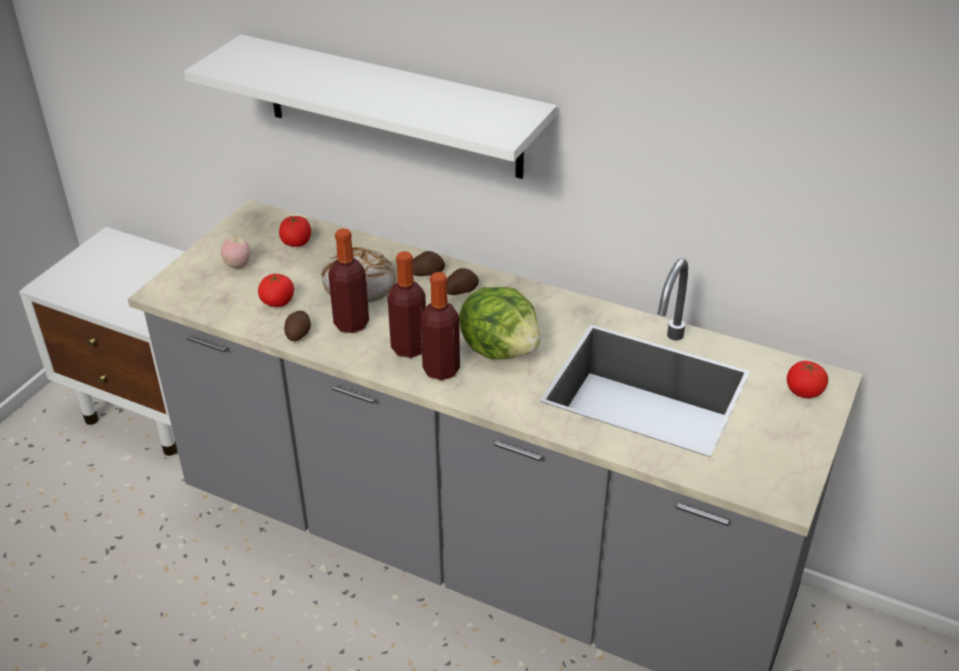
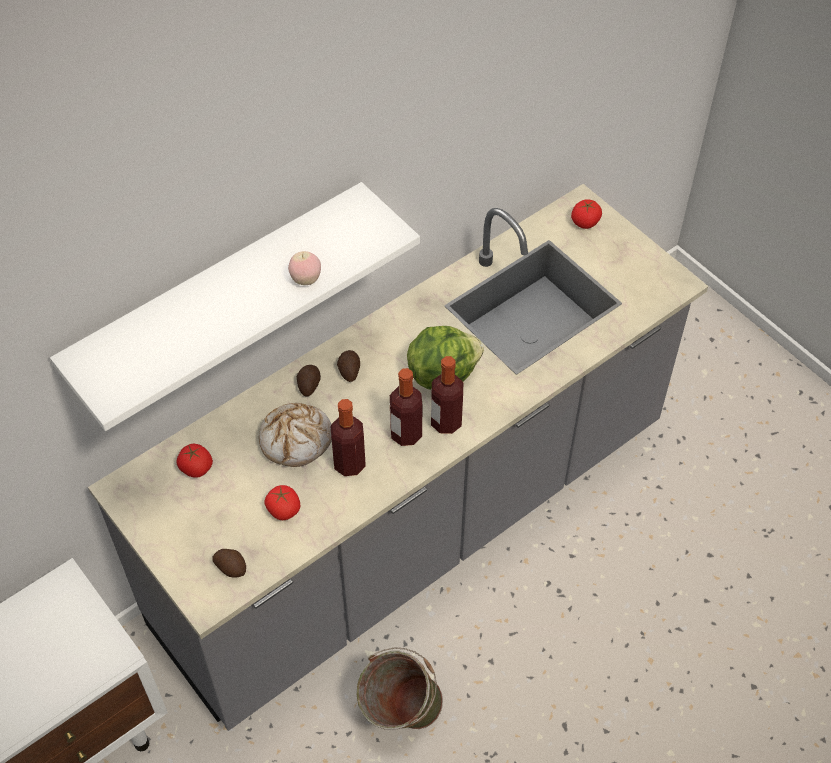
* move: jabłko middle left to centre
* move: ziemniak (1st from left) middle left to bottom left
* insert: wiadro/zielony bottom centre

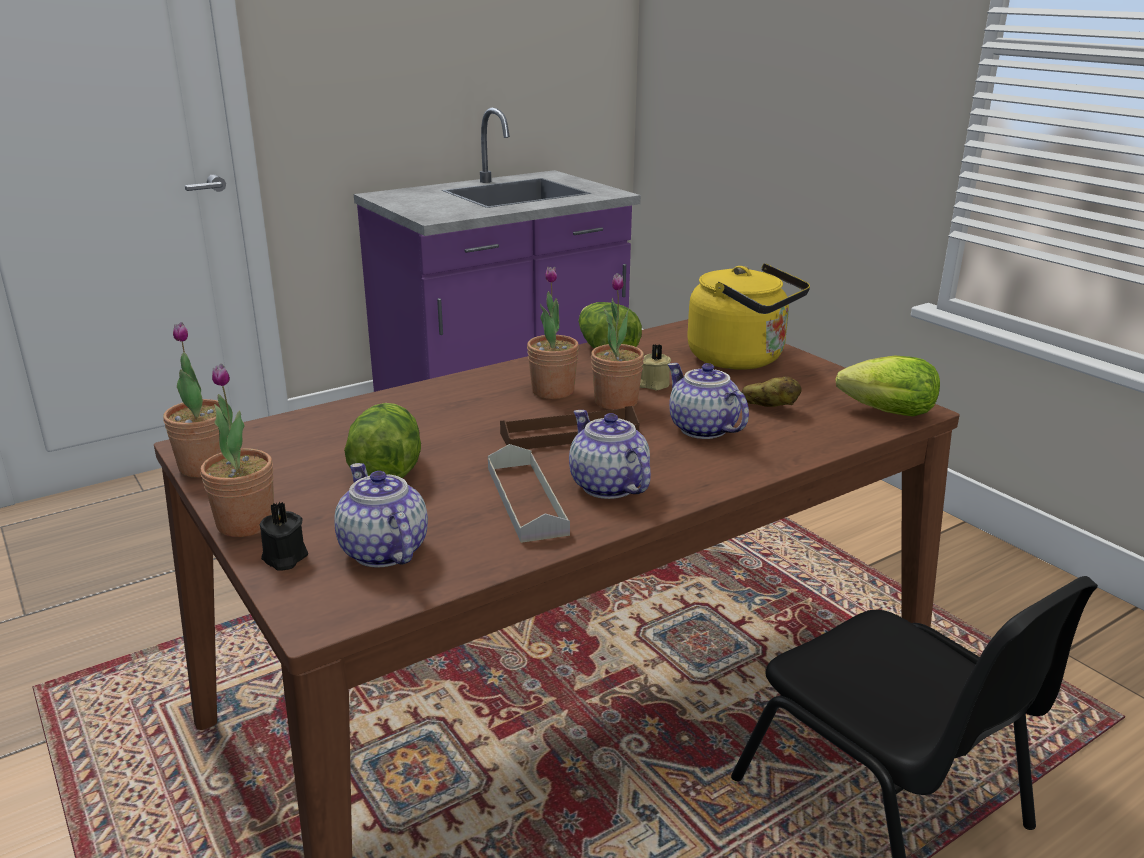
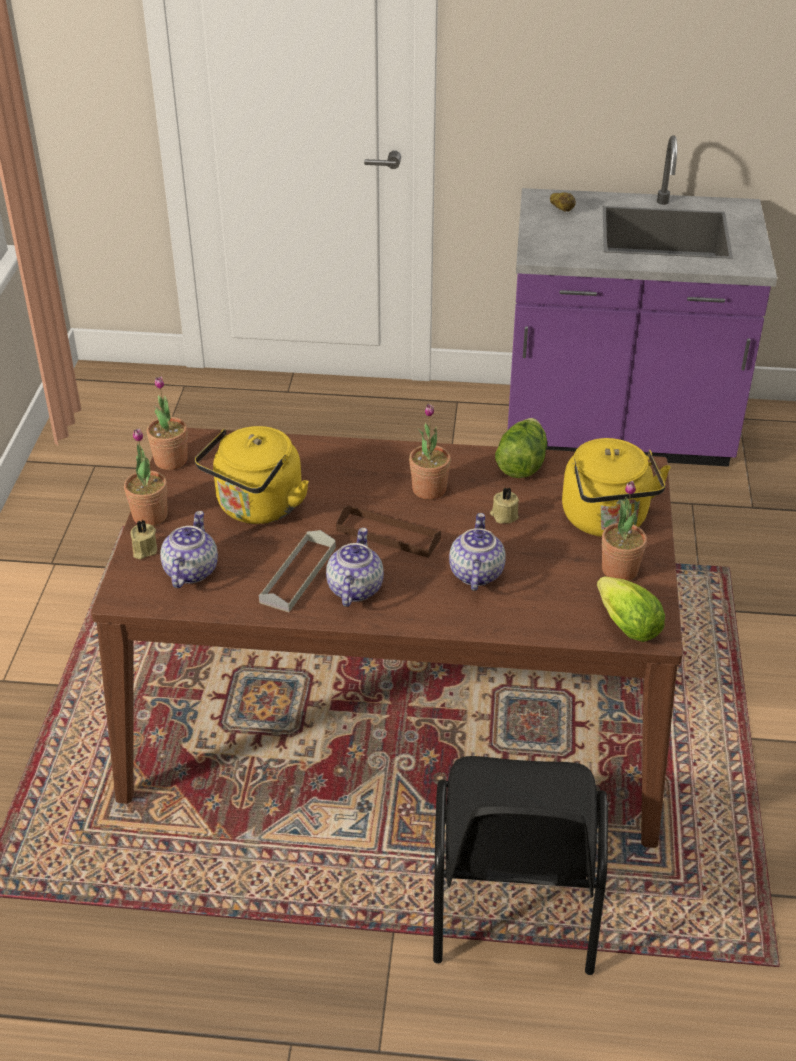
* recolor: świeca/czarny middle left to świeca/beżowy (1st from left) middle left
* replace: sałata (1st from left) centre to czajnik/żółty (1st from left) middle left
* move: roślina doniczkowa (4th from left) centre to middle right
* move: ziemniak middle right to top right

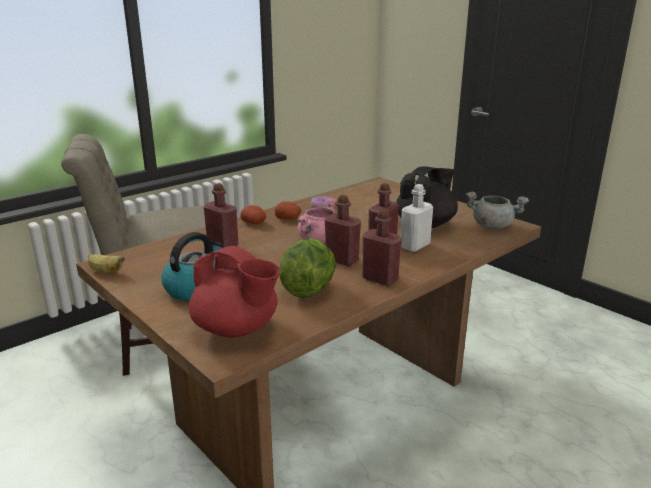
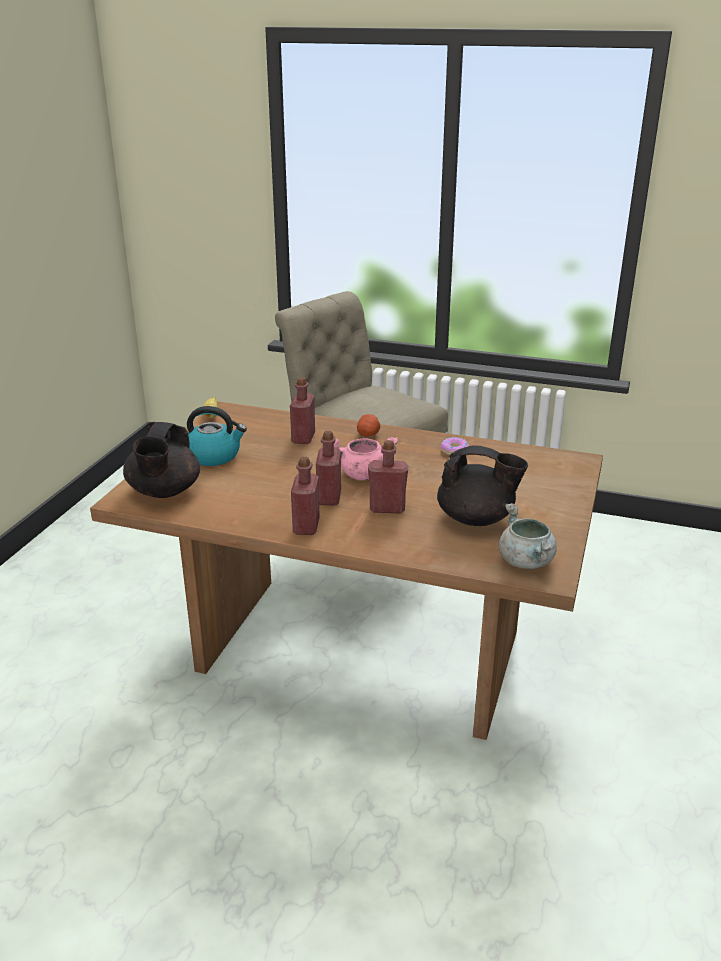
* recolor: imbryk/czerwony centre to imbryk/czarny (1st from left) middle left
* delete: ziemniak (2nd from left) centre
* delete: sałata centre
* delete: butelka/biały centre

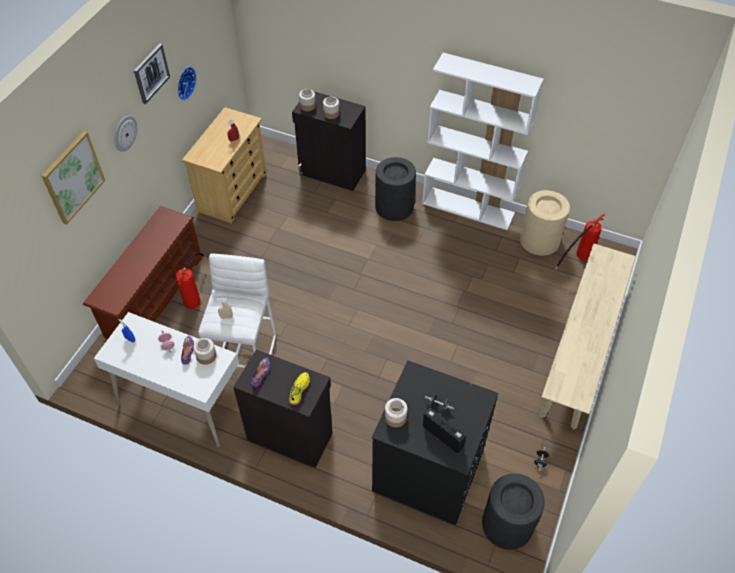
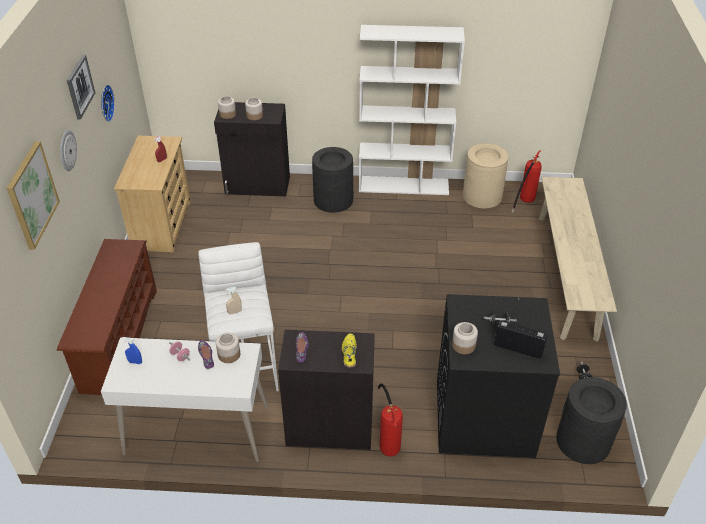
* move: gaśnica (1st from left) middle left to bottom centre

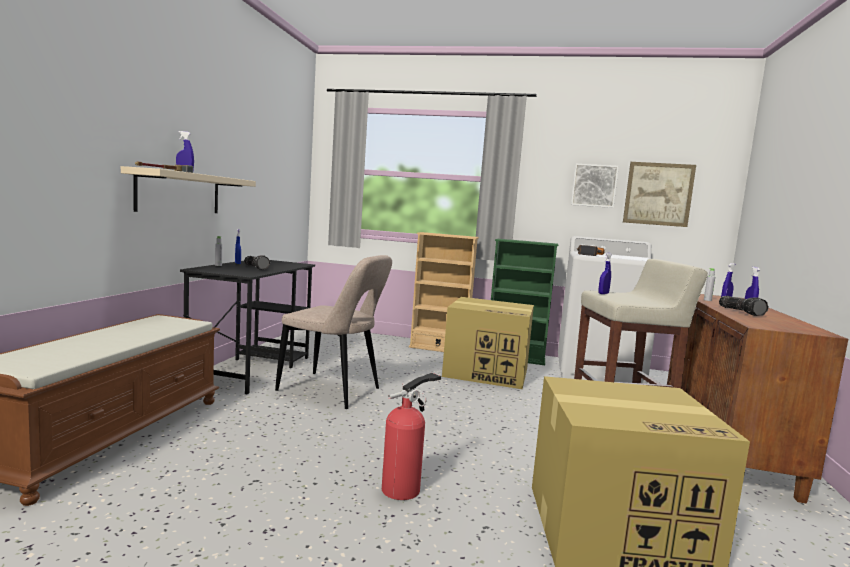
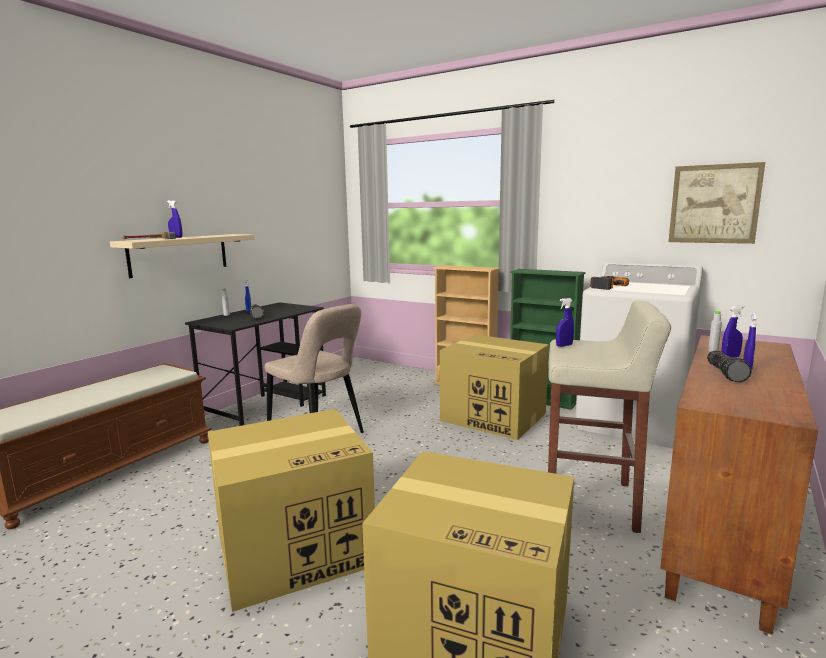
* replace: gaśnica bottom centre to karton (1st from left) bottom centre
* delete: obraz (1st from left) top right

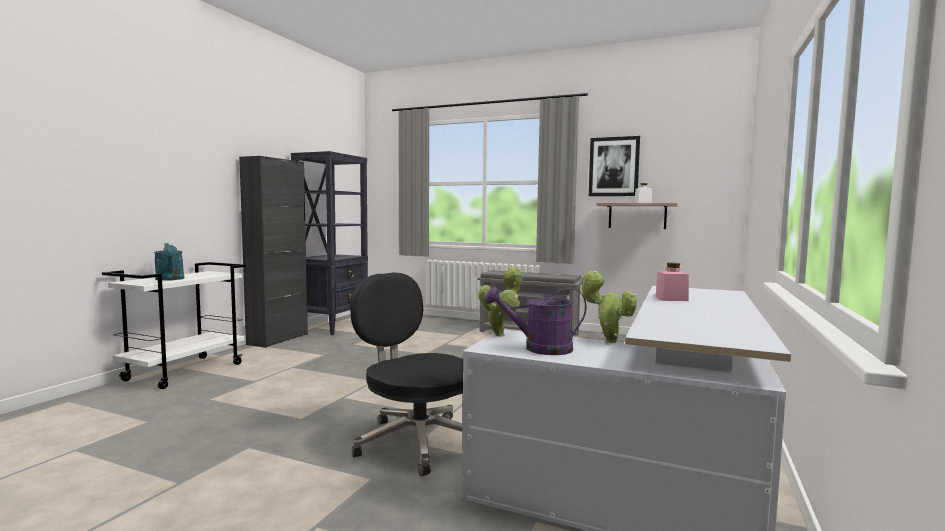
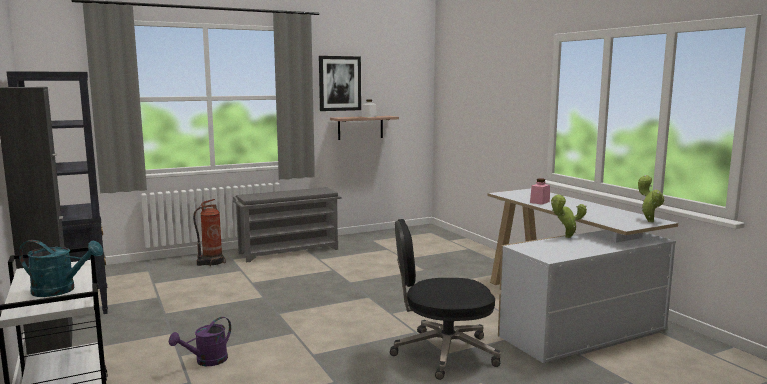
* move: roślina doniczkowa (1st from left in the first image) centre to roślina doniczkowa (2nd from left) middle right
* move: konewka/fioletowy centre to bottom left
* insert: gaśnica middle left

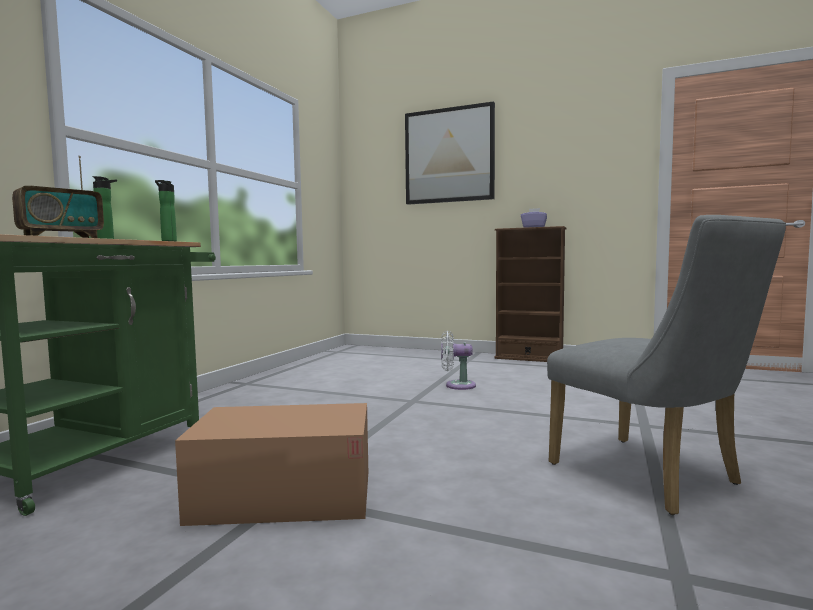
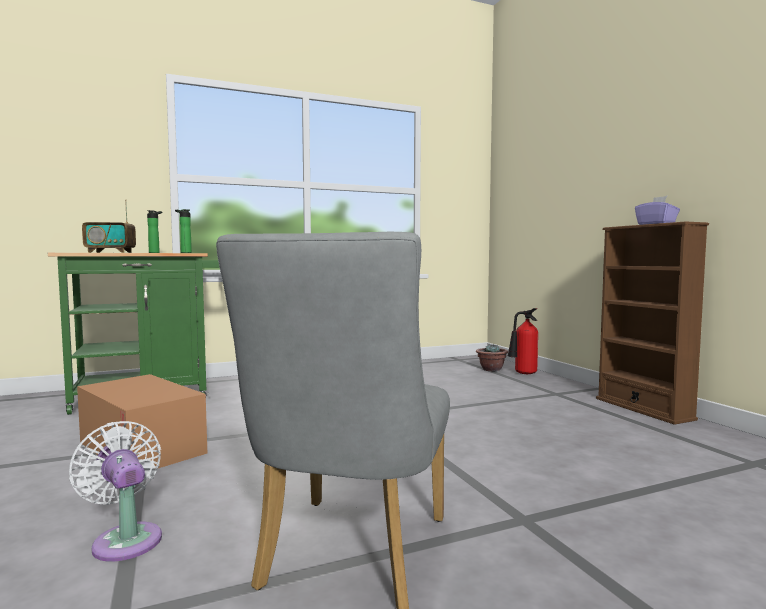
* delete: obraz top centre
* move: wentylator/biały centre to bottom left
* insert: roślina doniczkowa centre
* insert: gaśnica middle right

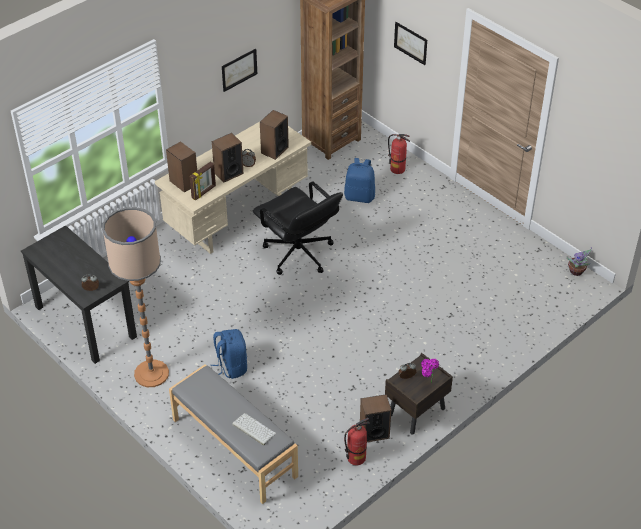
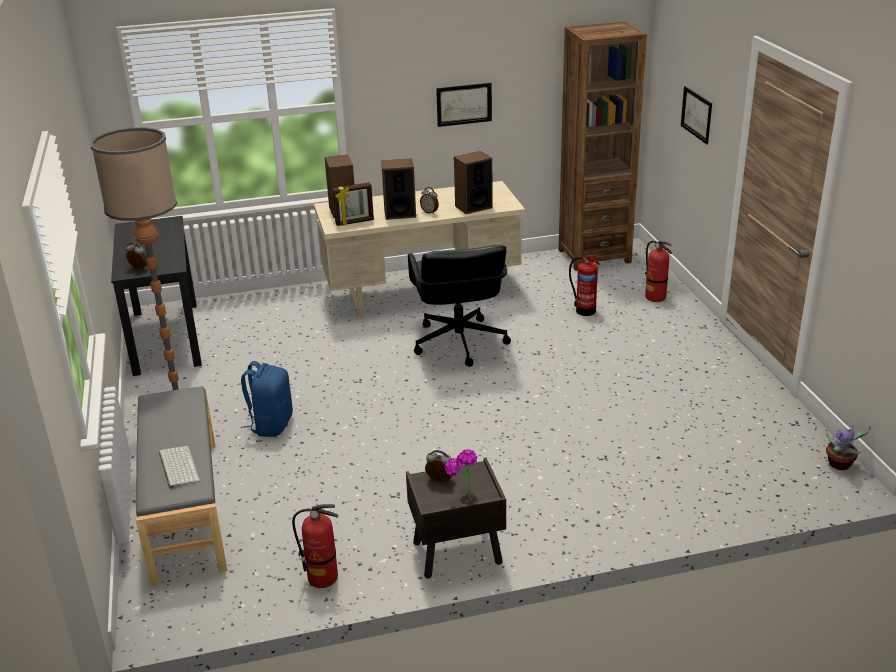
* replace: plecak/niebieski (2nd from left) centre to gaśnica (2nd from left) centre
* delete: głośnik (4th from left) bottom centre

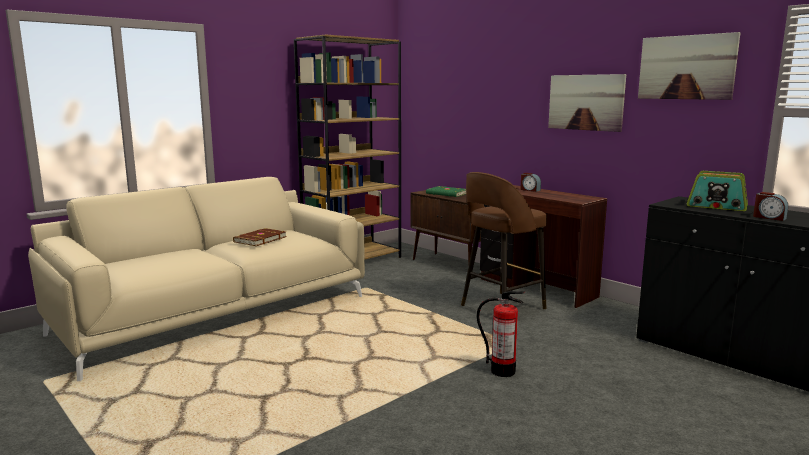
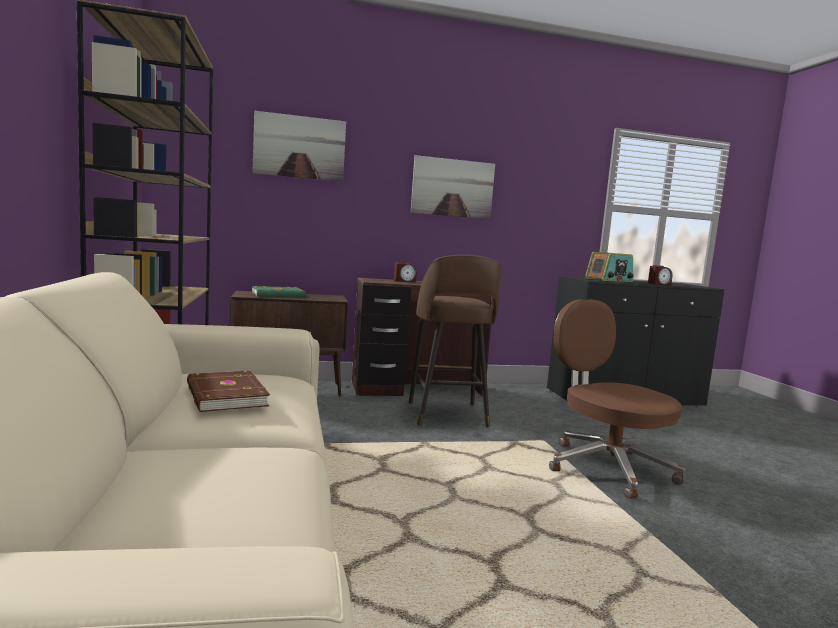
* replace: gaśnica bottom centre to krzesło biurowe/brązowy middle right
* move: obraz (2nd from left in the first image) top right to obraz (1st from left) top centre

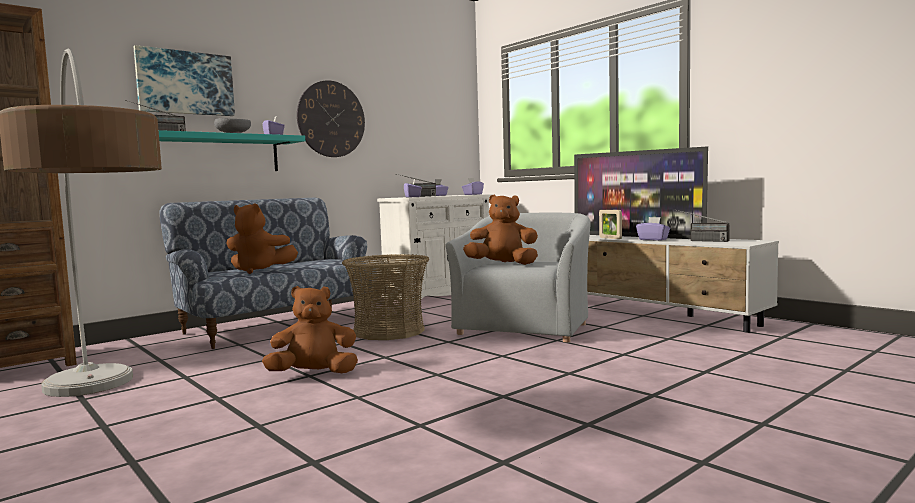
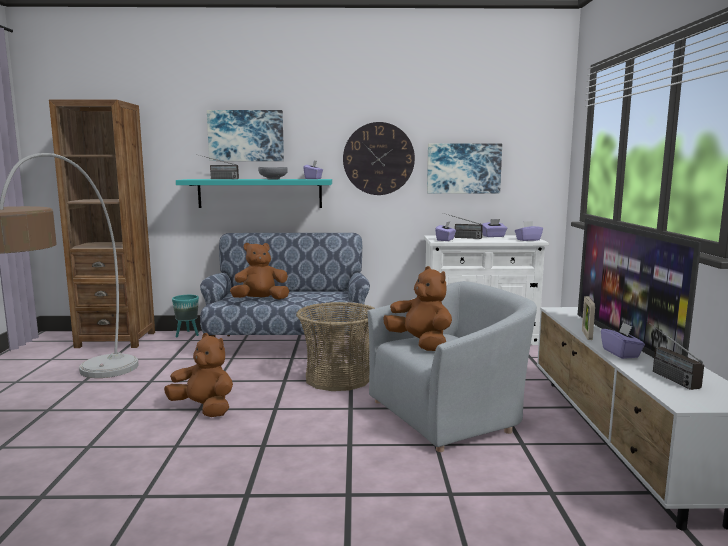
* rotate: pluszak/brązowy (1st from left in the first image) middle left = centre 105 degrees clockwise
* insert: donica/turkusowy middle left
* insert: obraz (2nd from left) top centre

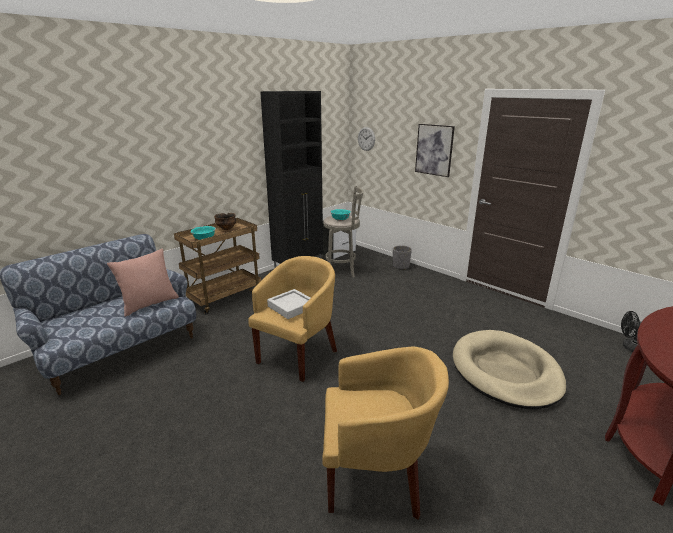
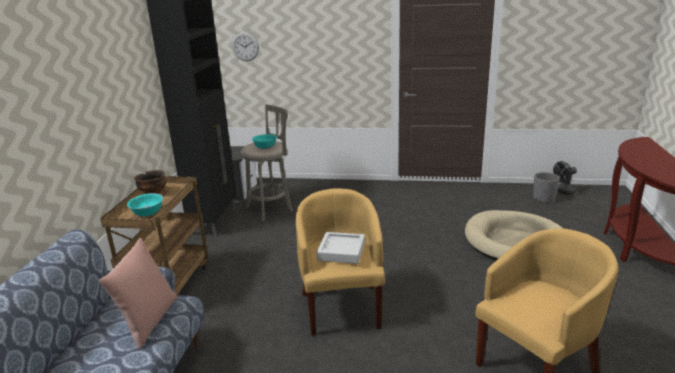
* move: donica/szary centre to middle right
* delete: obraz top centre

